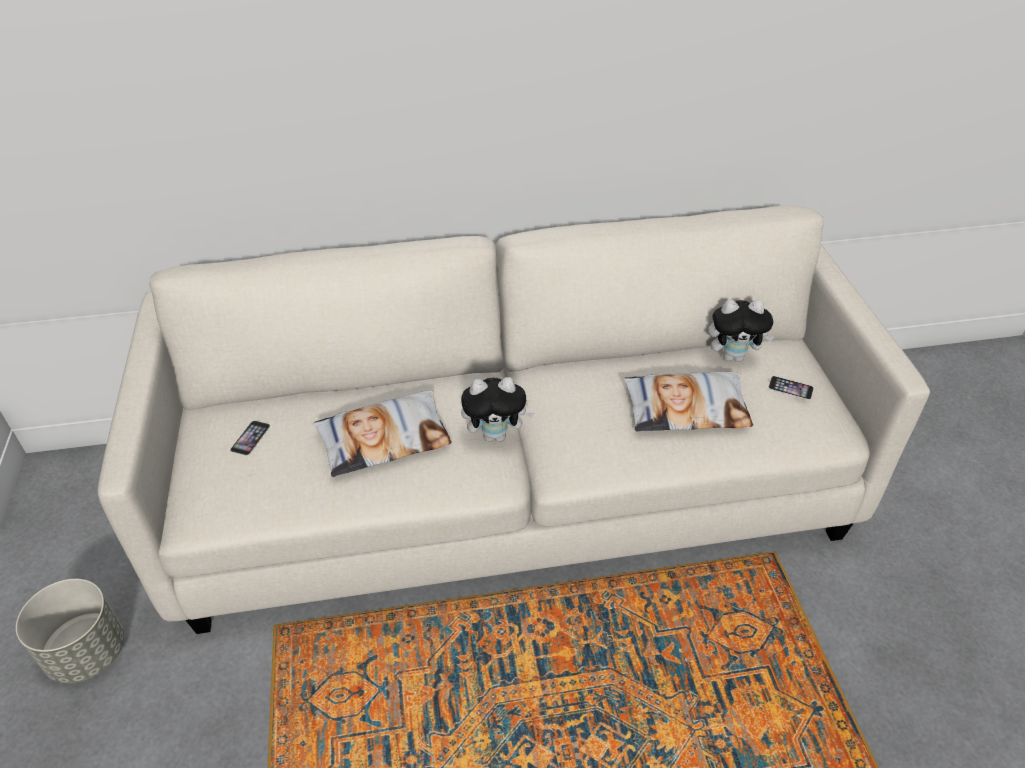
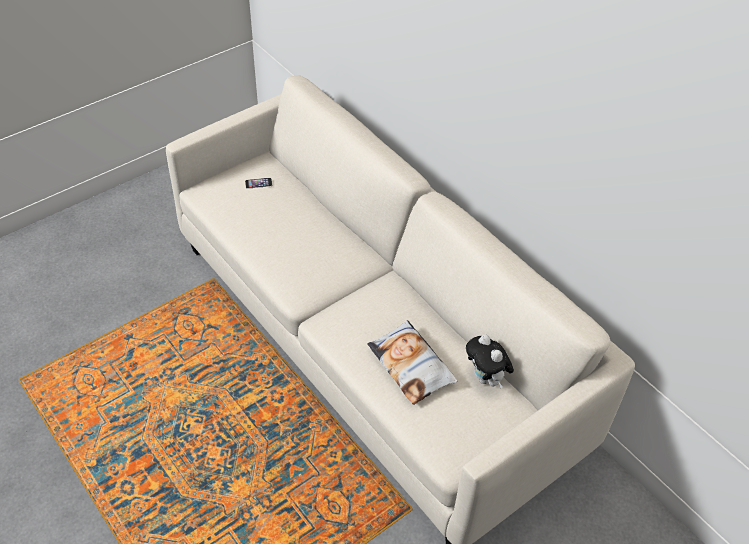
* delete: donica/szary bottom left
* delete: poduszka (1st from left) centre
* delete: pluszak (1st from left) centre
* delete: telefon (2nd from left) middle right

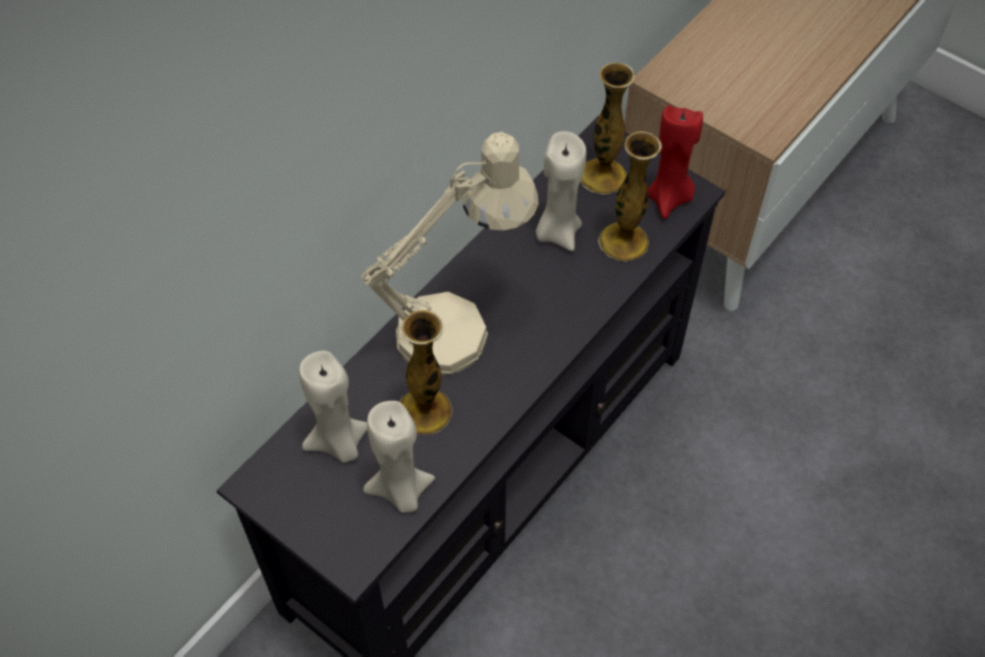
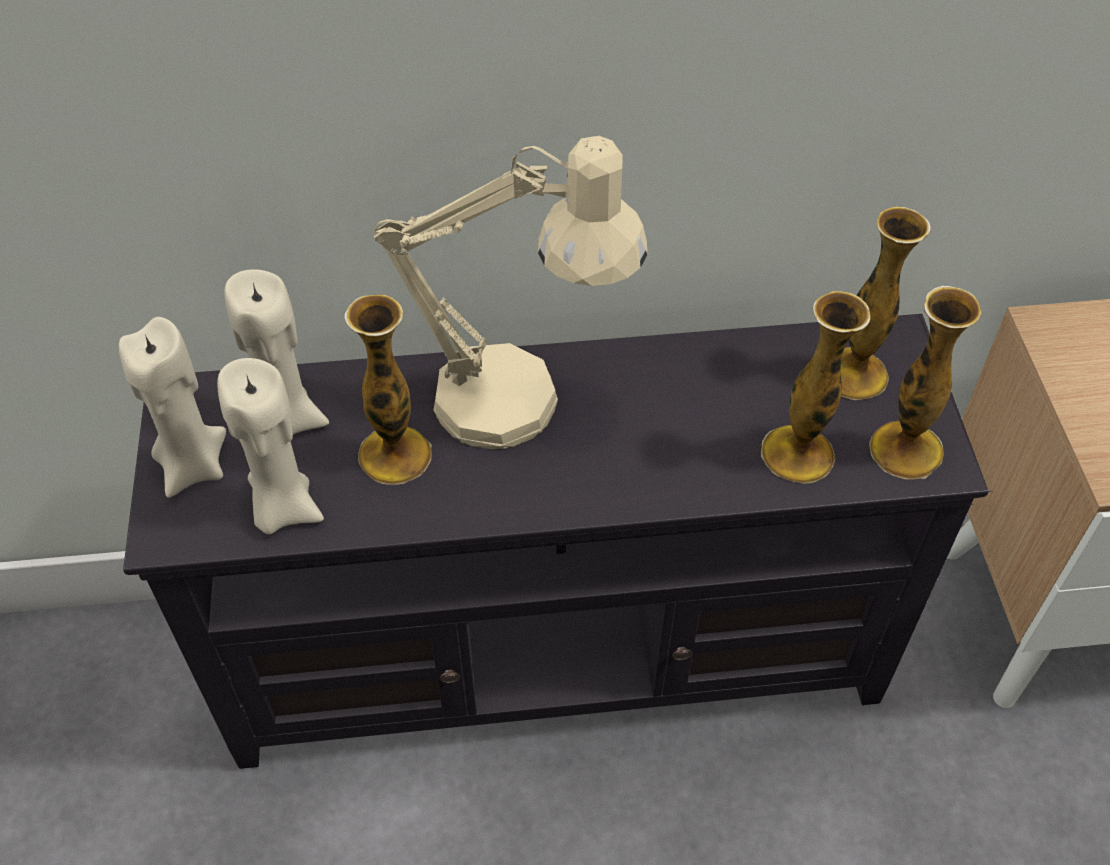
* move: świeca/beżowy (3rd from left in the first image) top centre to świeca/beżowy (1st from left) middle left
* replace: świeca/czerwony top right to wazon (4th from left) middle right

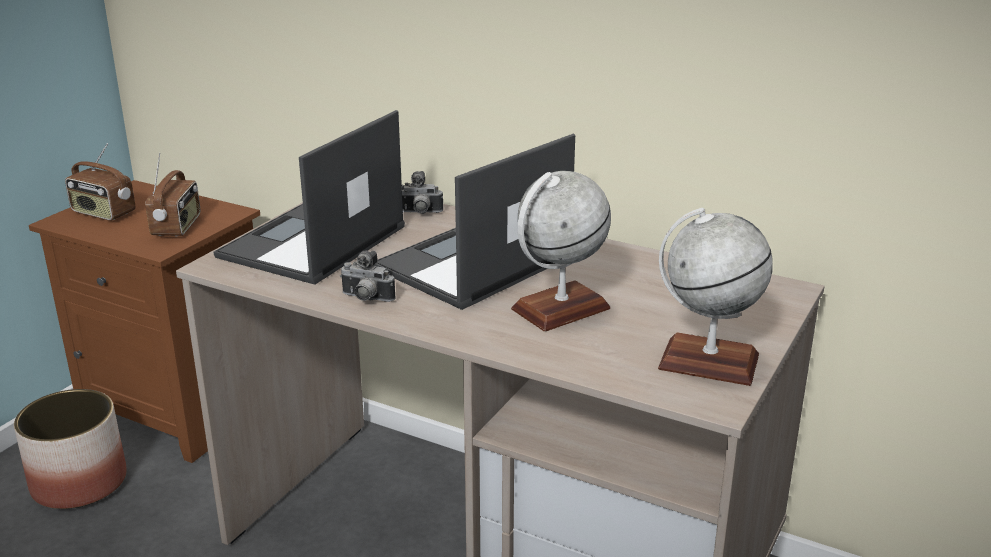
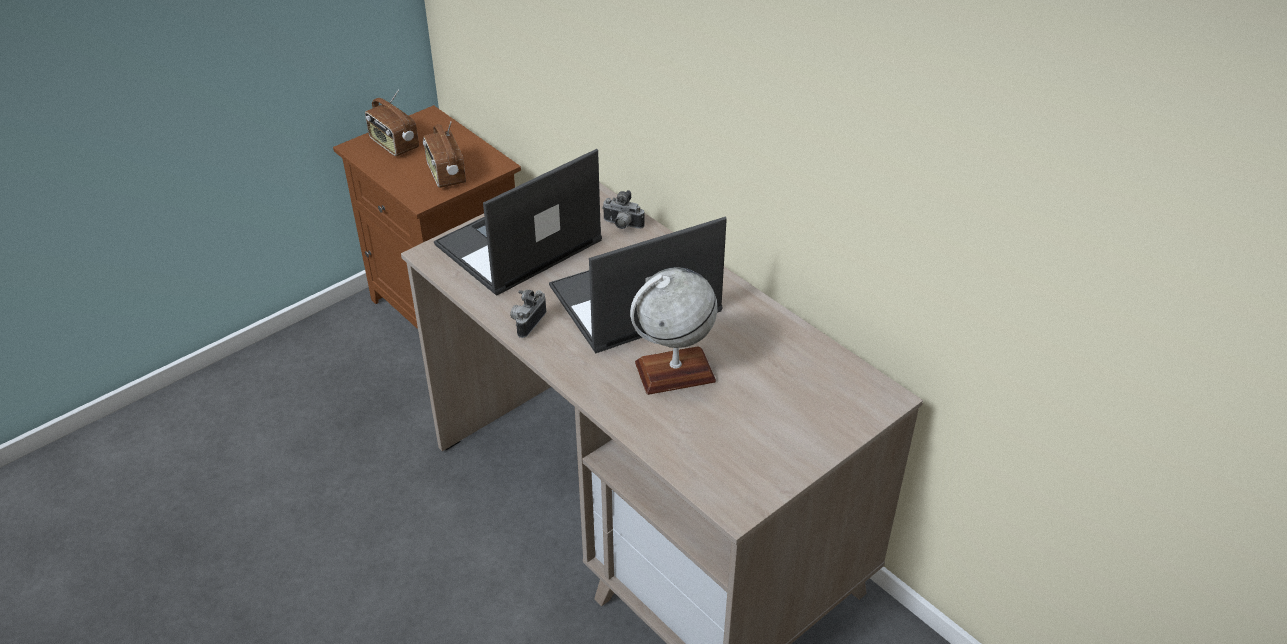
* delete: donica bottom left
* rotate: radio (2nd from left) middle left = top centre 135 degrees clockwise
* rotate: aparat fotograficzny (1st from left) centre = centre 75 degrees clockwise
* delete: globus (2nd from left) middle right

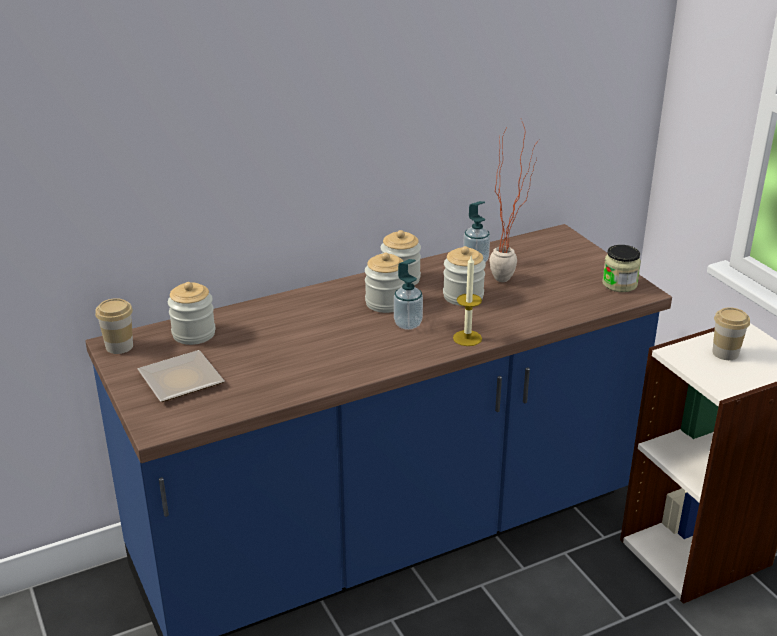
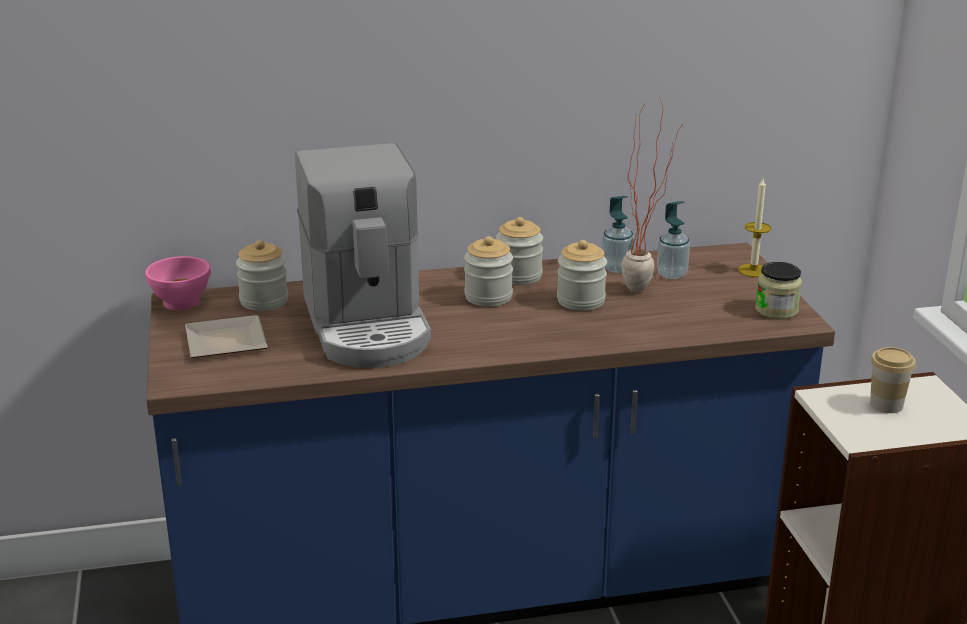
* replace: filiżanka (1st from left) middle left to miska/różowy middle left
* move: dozownik mydła (1st from left in the first image) centre to dozownik mydła (2nd from left) middle right
* move: świeca centre to middle right
* insert: ekspres do kawy centre

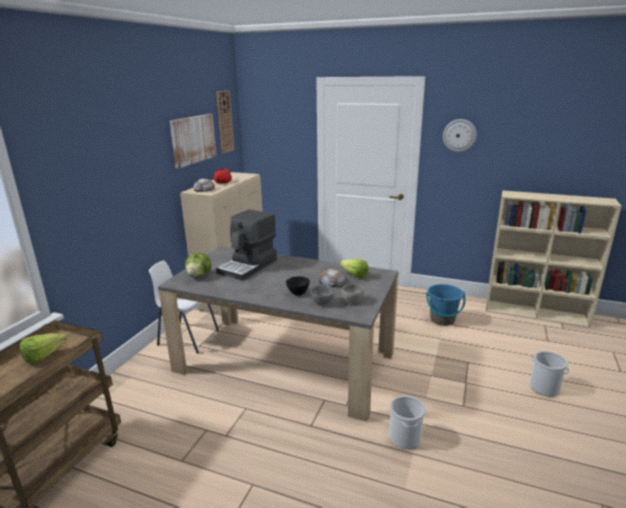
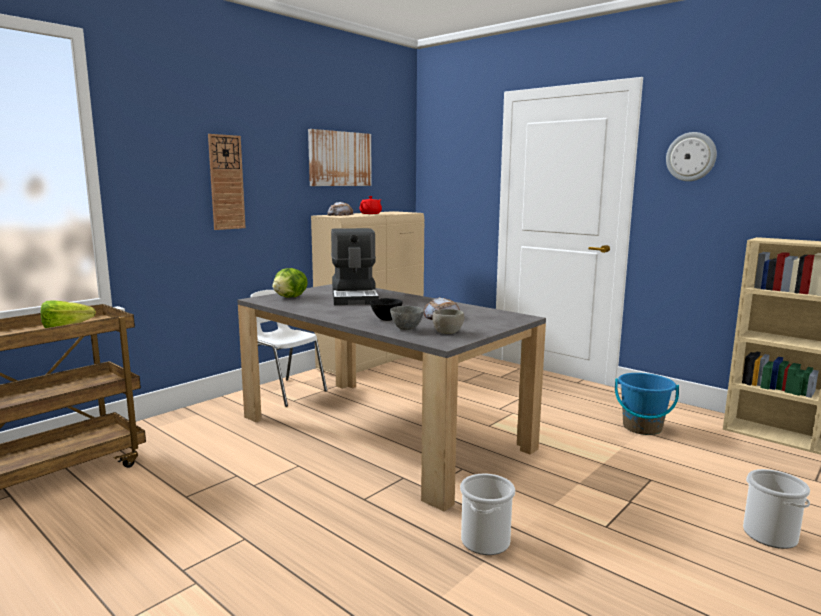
* move: zegar ścienny (1st from left) top centre to top left
* rotate: ekspres do kawy centre = centre 60 degrees counterclockwise
* delete: sałata (3rd from left) centre

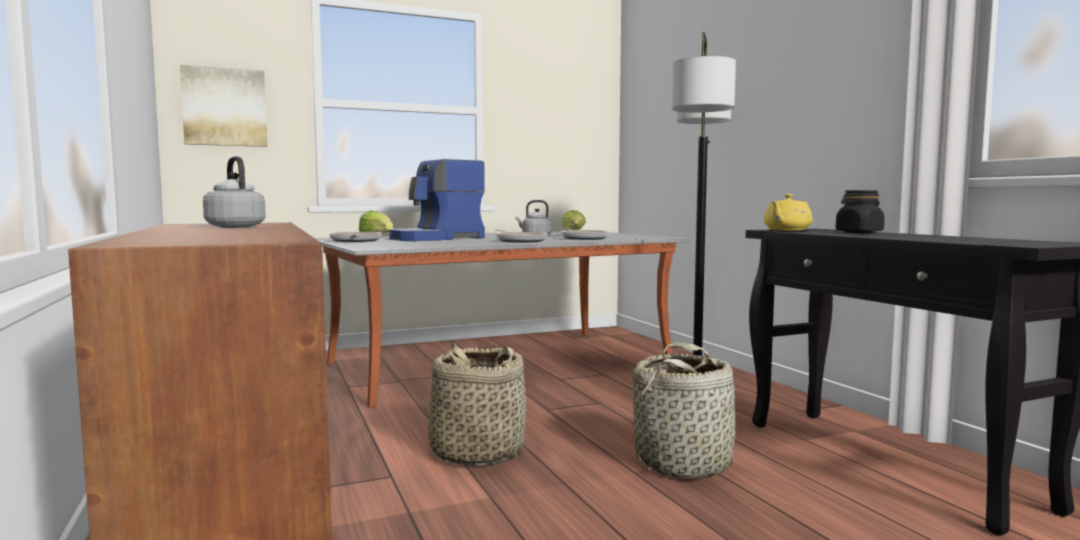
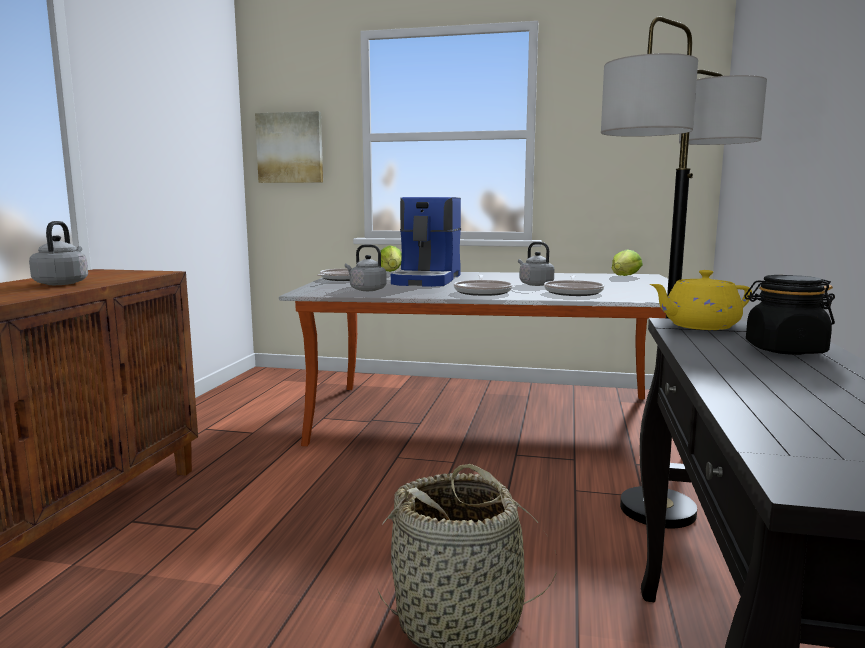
* rotate: ekspres do kawy centre = centre 75 degrees counterclockwise
* delete: koszyk (1st from left) bottom centre
* insert: czajnik/szary (2nd from left) centre

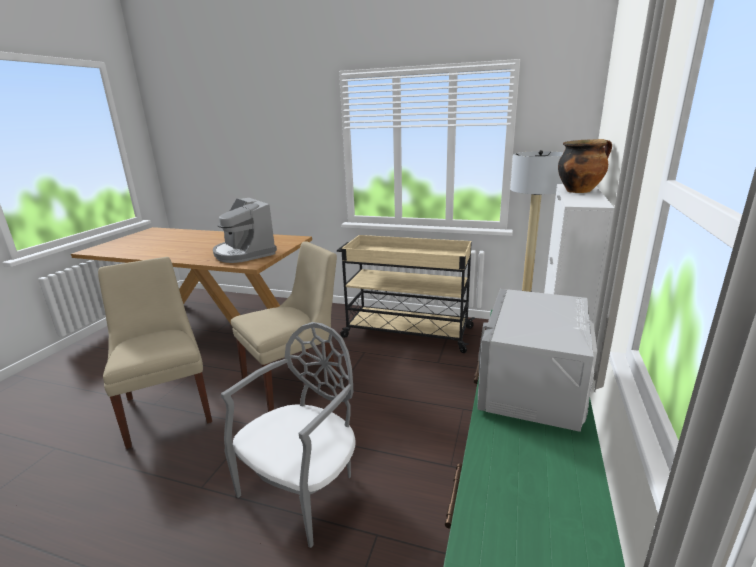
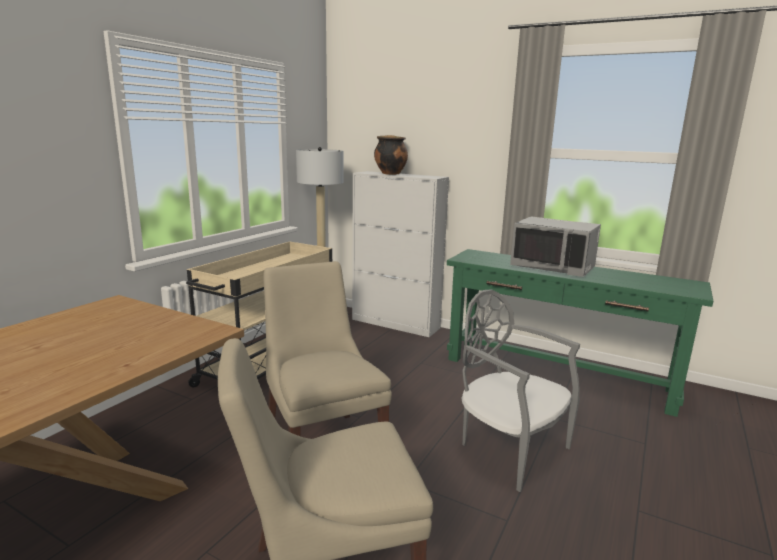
* delete: ekspres do kawy middle left

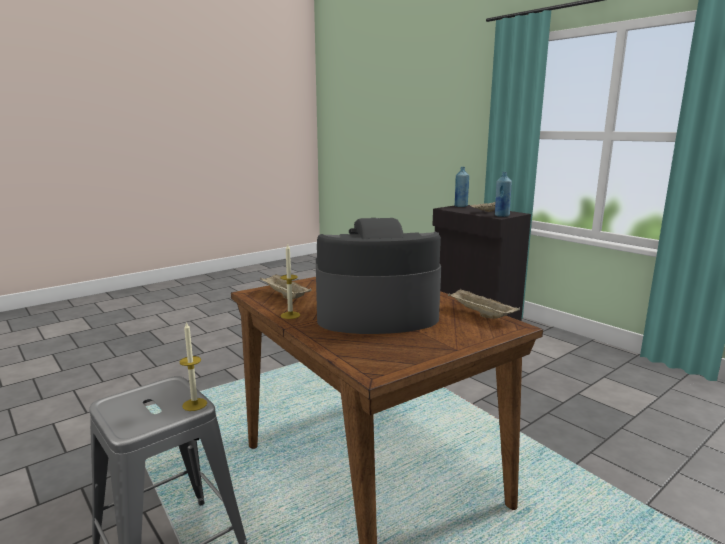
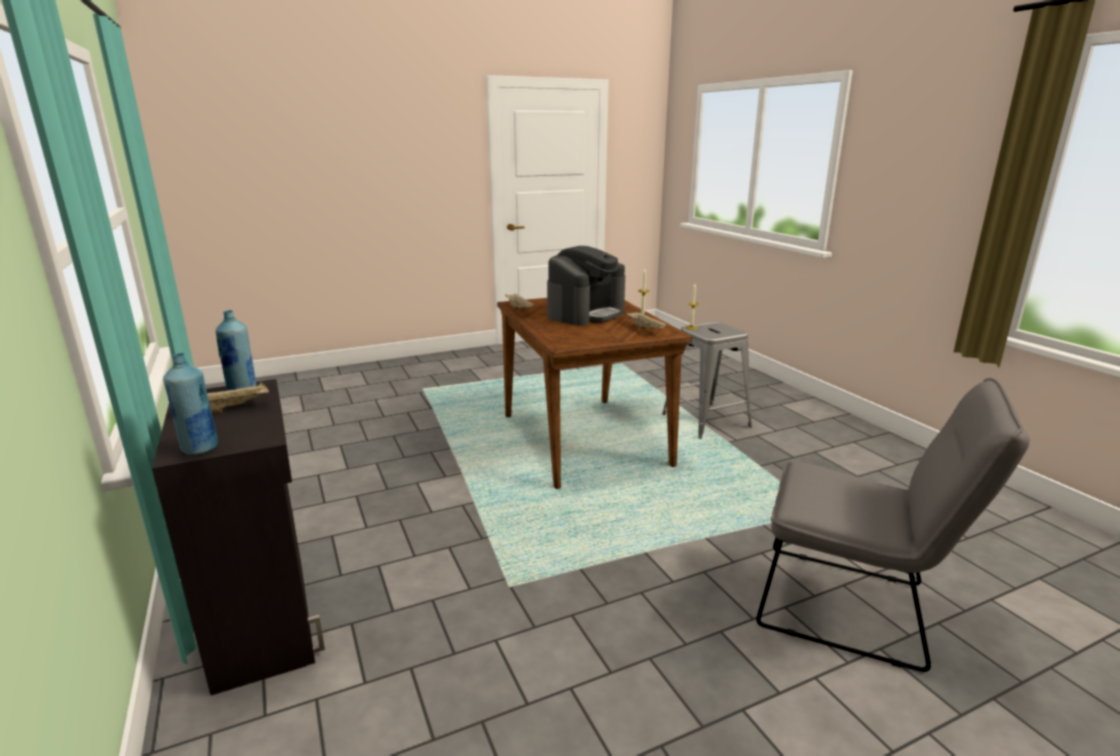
* rotate: ekspres do kawy centre = centre 60 degrees counterclockwise
* insert: krzesło/szary bottom right

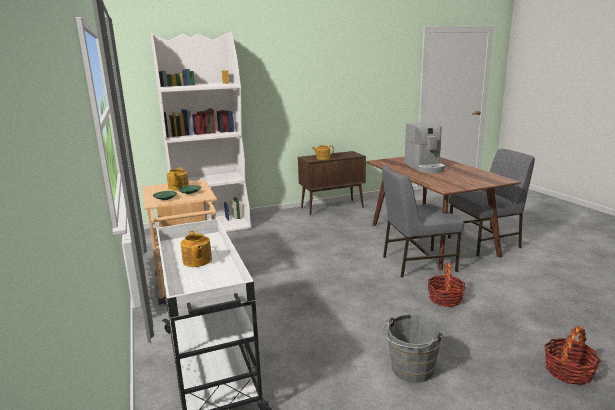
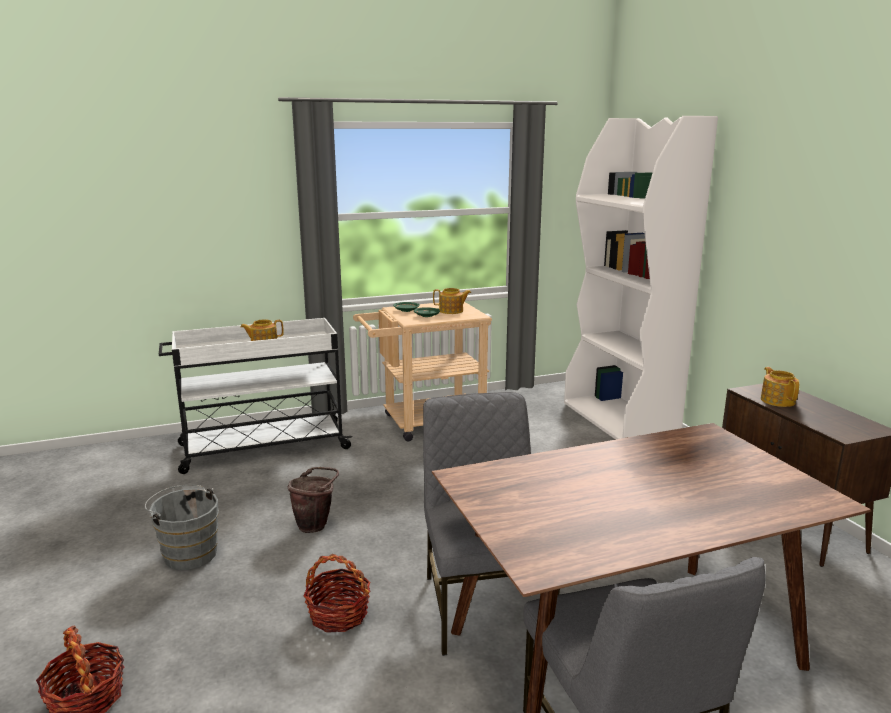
* delete: ekspres do kawy middle right
* insert: wiadro/brązowy bottom centre

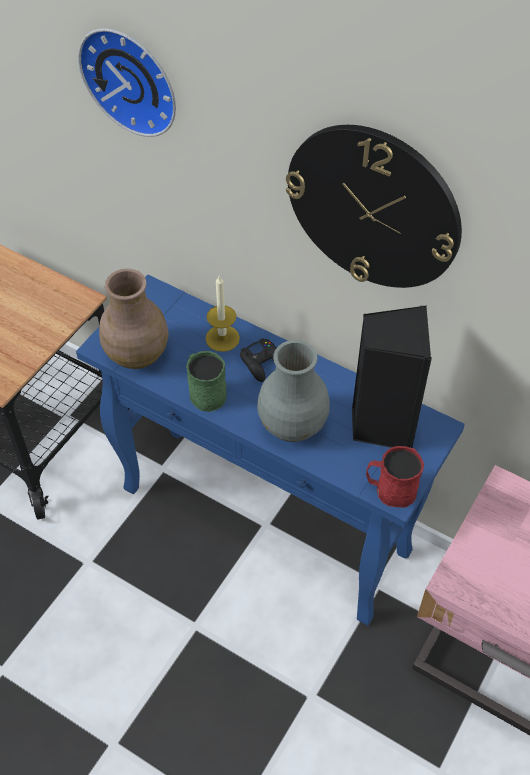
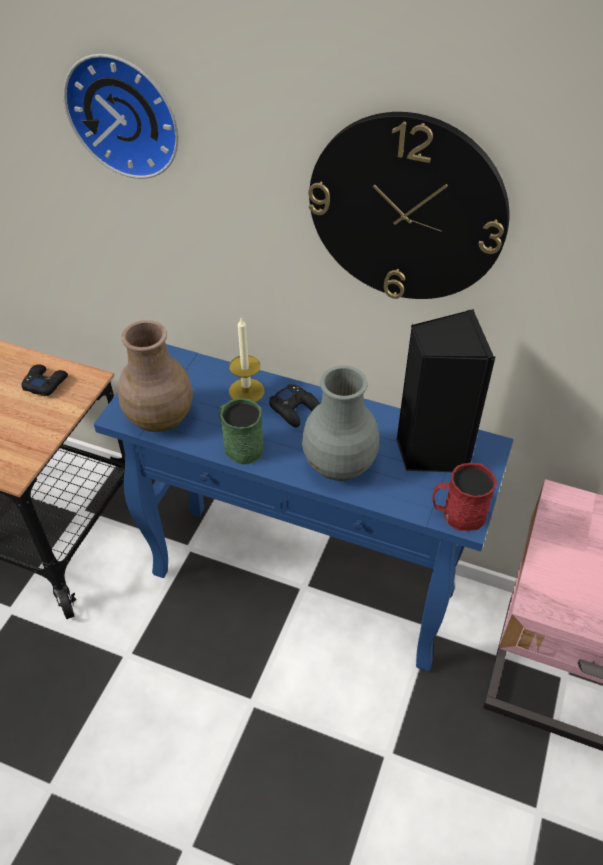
* insert: pad do gier/czarny (1st from left) middle left

